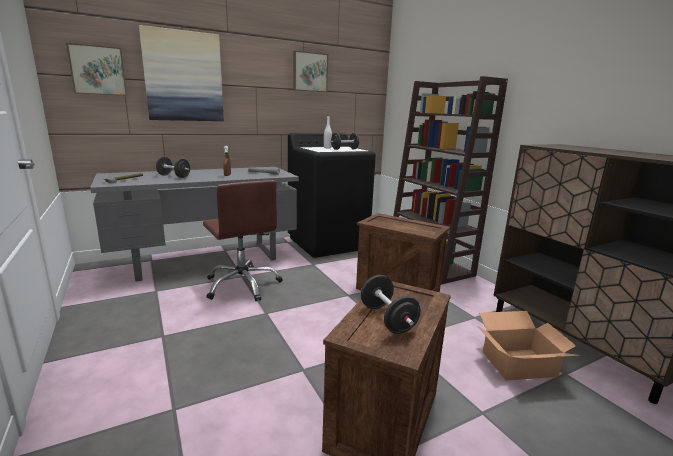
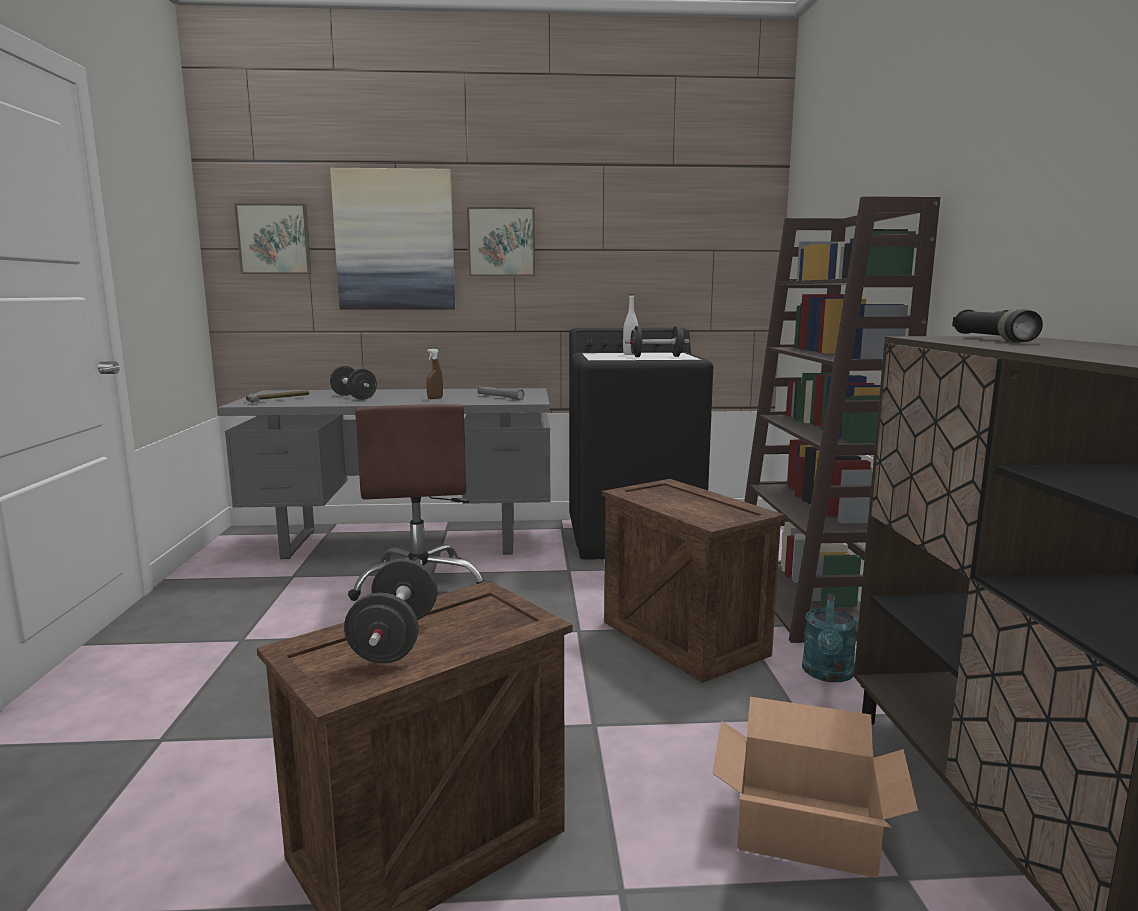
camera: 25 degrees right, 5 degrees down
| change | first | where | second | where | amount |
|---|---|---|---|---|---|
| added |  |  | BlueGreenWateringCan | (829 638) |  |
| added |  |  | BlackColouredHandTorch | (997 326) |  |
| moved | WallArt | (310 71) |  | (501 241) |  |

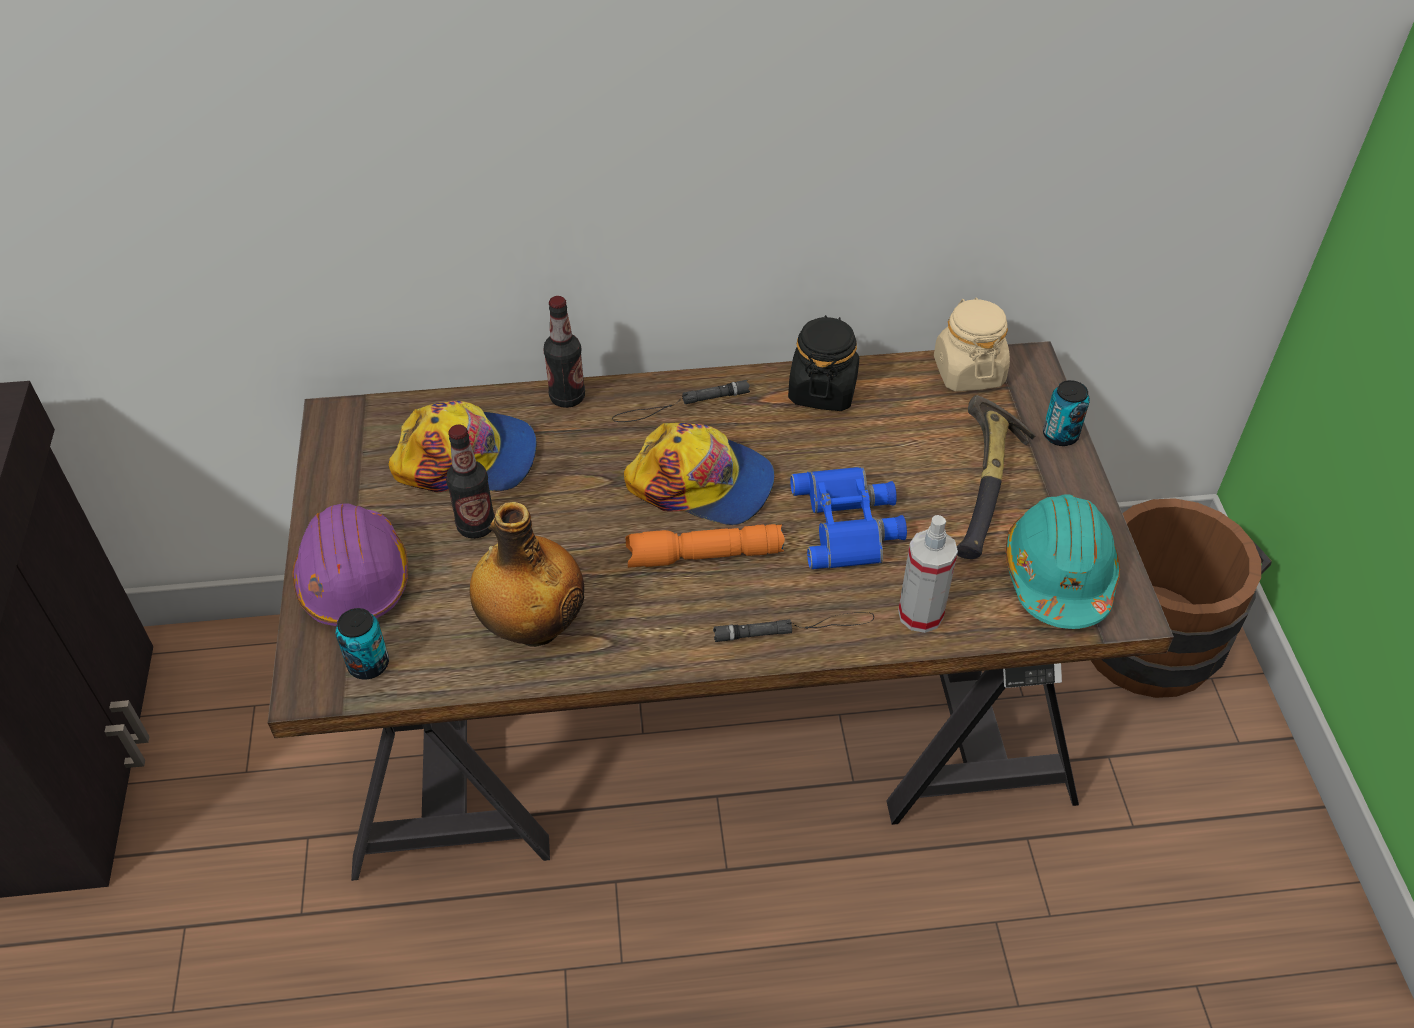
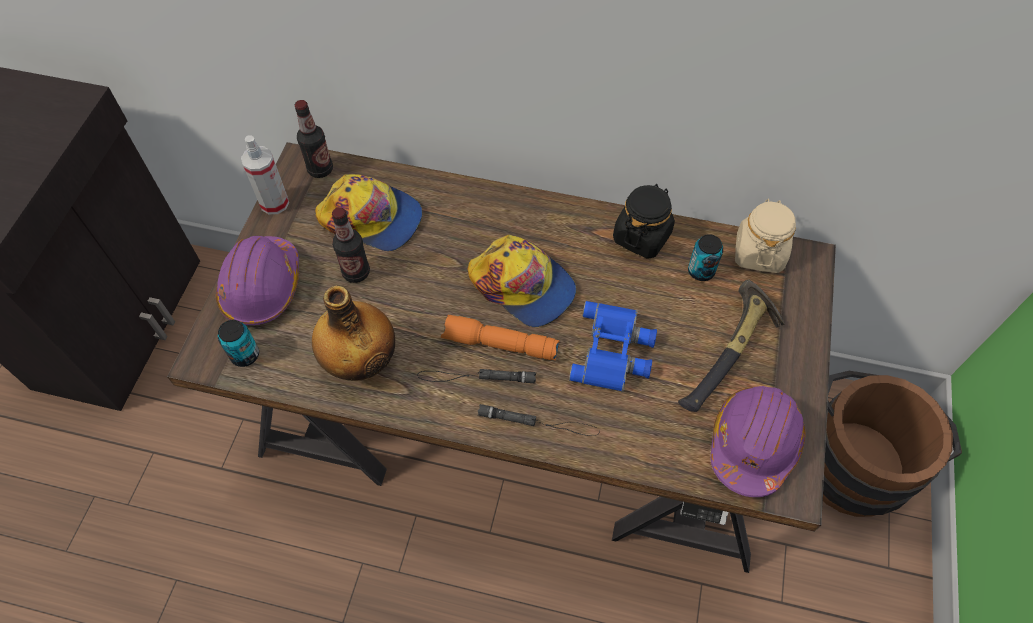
camera: 20 degrees right, 10 degrees up
| change | first | where | second | where | amount |
|---|---|---|---|---|---|
| moved | BeverageBottle | (564 352) |  | (314 139) |  |
| moved | BlackColouredHandTorch | (681 401) |  | (476 376) |  |
| moved | HandSprayer | (928 574) |  | (265 174) |  |
| moved | Can | (1066 413) |  | (705 257) |  |
| recoloured | BlueGreenHardHat | (1063 561) | PurpleHardHat | (758 441) |  |

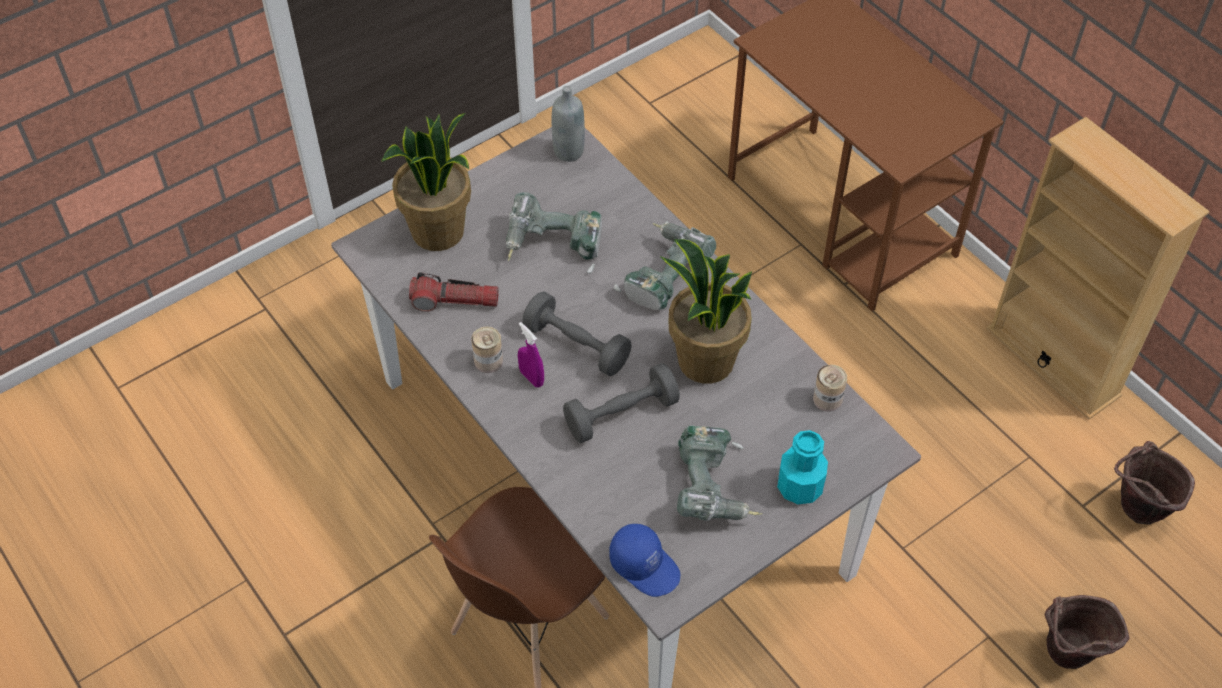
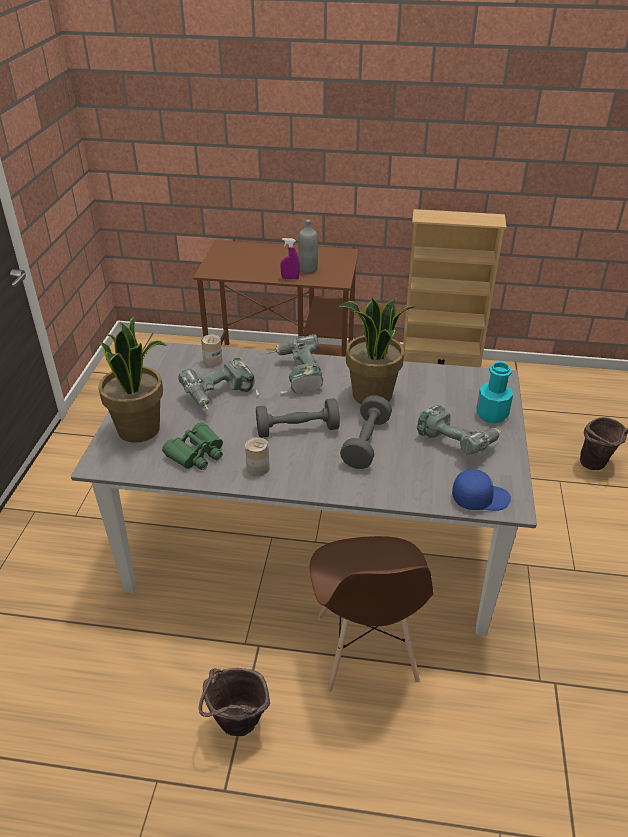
camera: 45 degrees left, 15 degrees down
| change | first | where | second | where | amount |
|---|---|---|---|---|---|
| moved | PurpleHandSprayer | (531 354) |  | (290 259) |  |
| moved | GreyBeverageBottle | (568 124) |  | (308 246) |  |
| moved | Can | (830 388) |  | (212 351) |  |
| moved | BrownBucket | (1154 482) |  | (234 702) |  |
| replaced | HandTorch | (454 292) | GreenPairOfBinoculars | (192 446) |  |

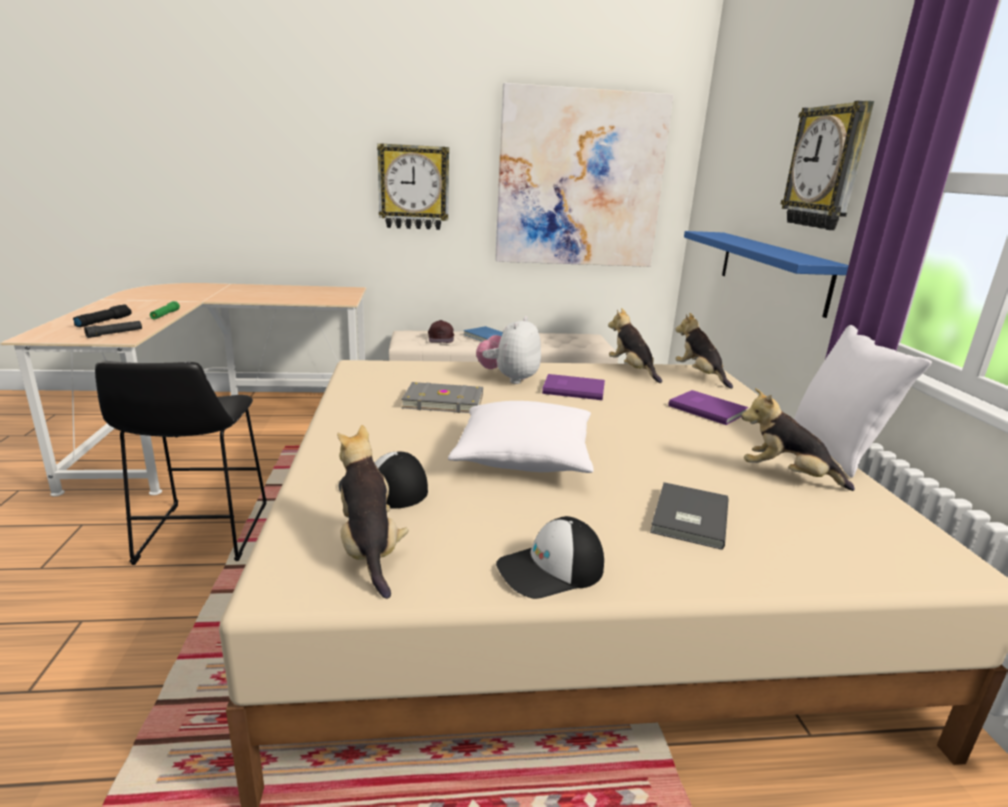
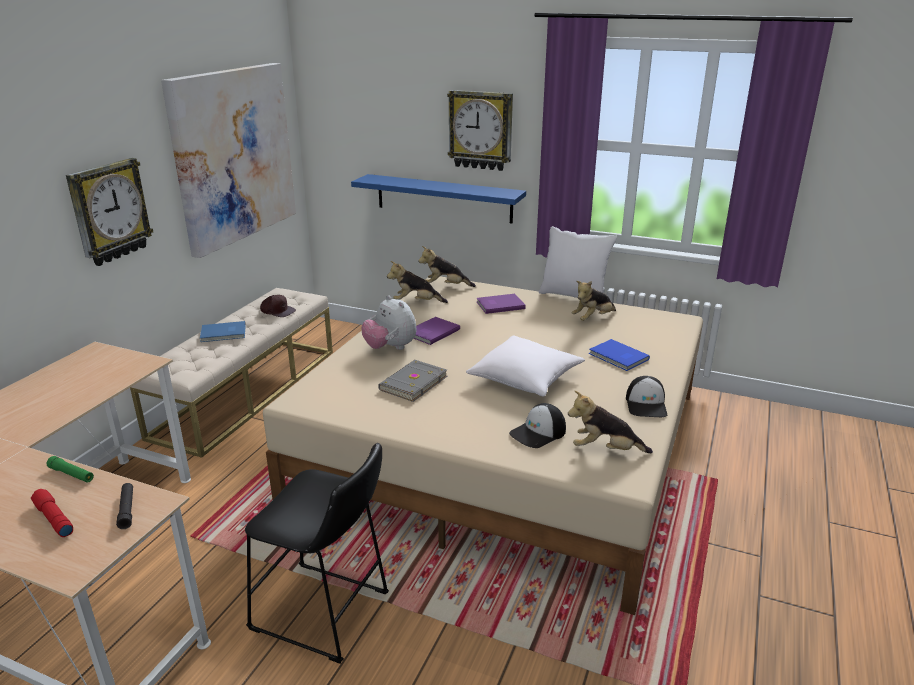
camera: 60 degrees left, 5 degrees up
| change | first | where | second | where | amount |
|---|---|---|---|---|---|
| moved | BrownBaseballCap | (441 331) |  | (278 306) |  |
| recoloured | BlackColouredHandTorch | (102 315) | ReddishHandTorch | (52 513) |  |
| recoloured | GreyBoundBook | (689 516) | BlueBoundBook | (619 355) |  |

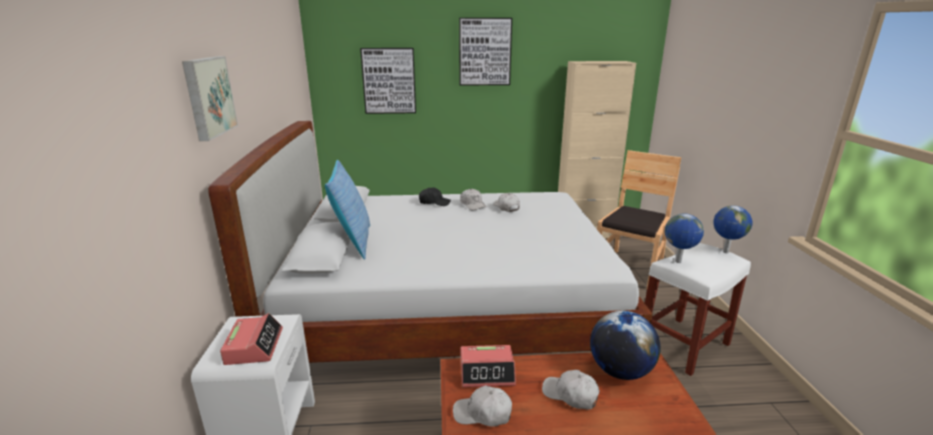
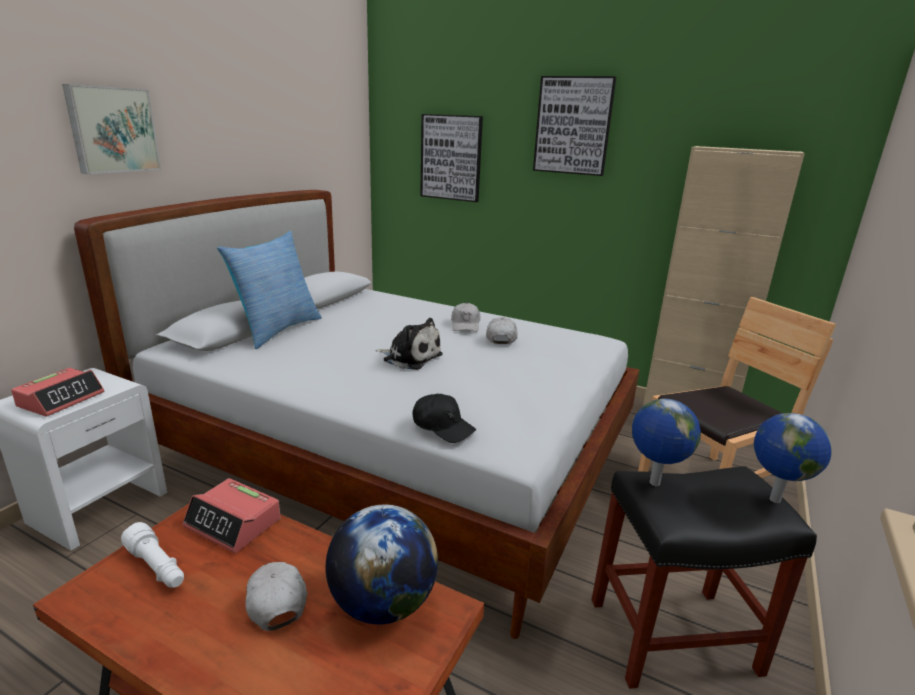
camera: 30 degrees right, 0 degrees up
| change | first | where | second | where | amount |
|---|---|---|---|---|---|
| added |  |  | CuddlyToy | (409 344) |  |
| moved | BlackColouredBaseballCap | (435 196) |  | (444 418) |  |
| replaced | WhiteBaseballCap | (482 406) | WhiteHandTorch | (152 555) |  |
| recoloured | WhiteSittingStool | (698 309) | BlackColouredSittingStool | (704 577) |  |

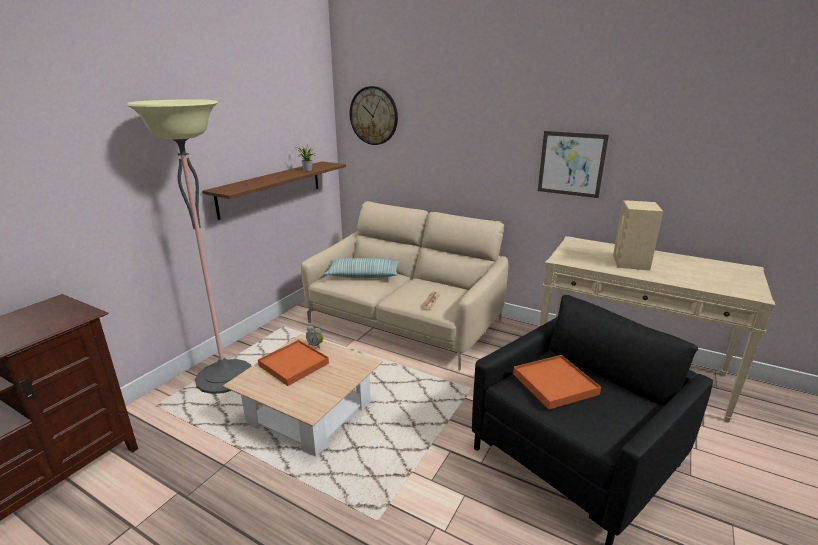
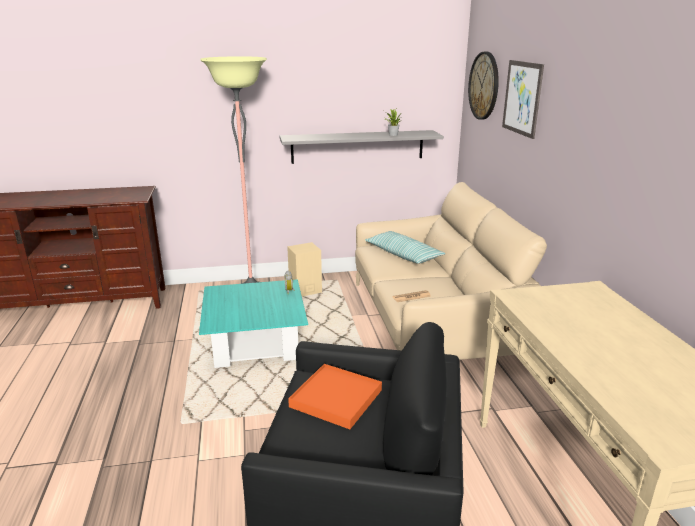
camera: 50 degrees right, 0 degrees up
| change | first | where | second | where | amount |
|---|---|---|---|---|---|
| removed | OrangeyServingTray | (293 363) |  |  |  |
| moved | WallArt | (573 164) |  | (523 99) |  |
| moved | SandColouredSpeaker | (638 235) |  | (304 269) |  |
| recoloured | BrownShelf | (274 190) | GreyShelf | (361 147) |  |
| recoloured | SandColouredCoffeeTable | (303 395) | BlueGreenCoffeeTable | (253 323) |  |

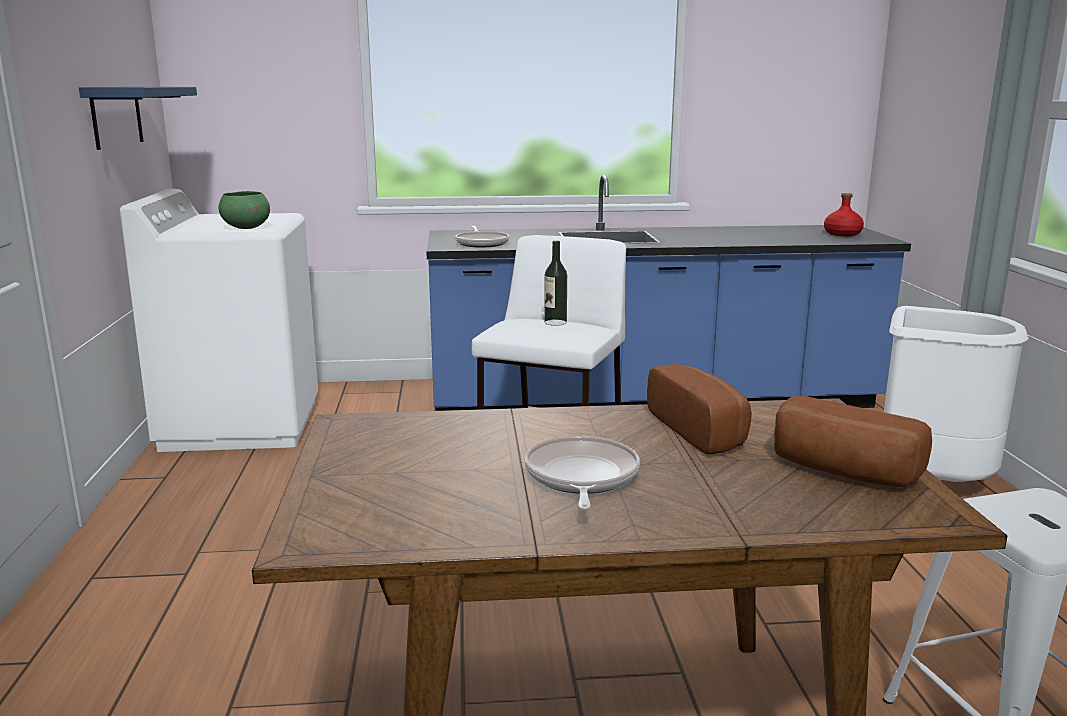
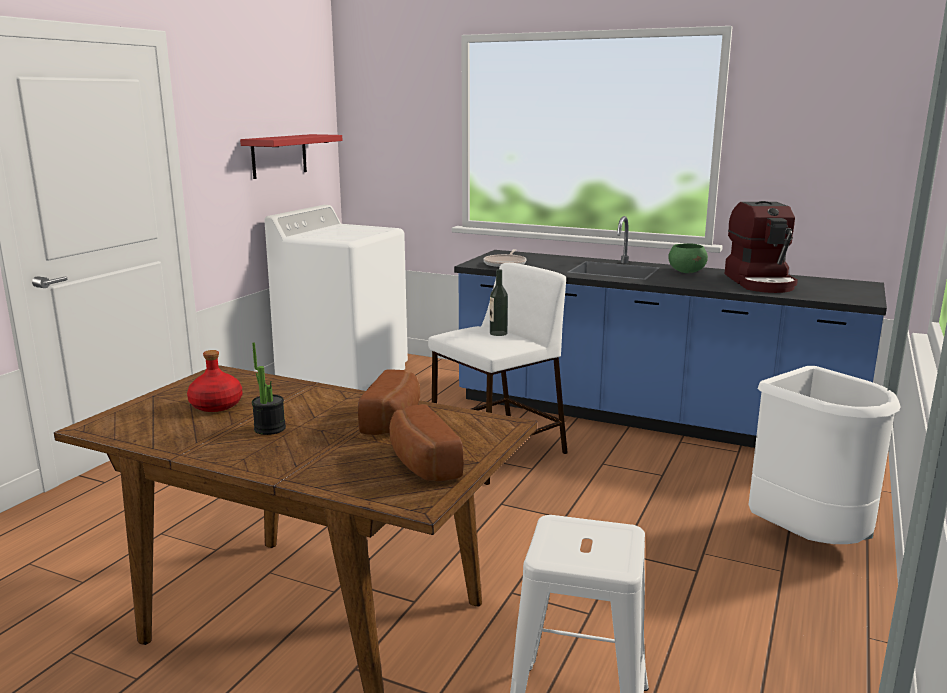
camera: 30 degrees right, 0 degrees up
| change | first | where | second | where | amount |
|---|---|---|---|---|---|
| added |  |  | CoffeeMaker | (761 247) |  |
| moved | GreenBowl | (244 210) |  | (688 258) |  |
| moved | ReddishBeverageBottle | (844 214) |  | (214 381) |  |
| replaced | FryingPan | (582 473) | Houseplant | (269 388) |  |
| recoloured | BlueShelf | (138 118) | ReddishShelf | (291 156) |  |

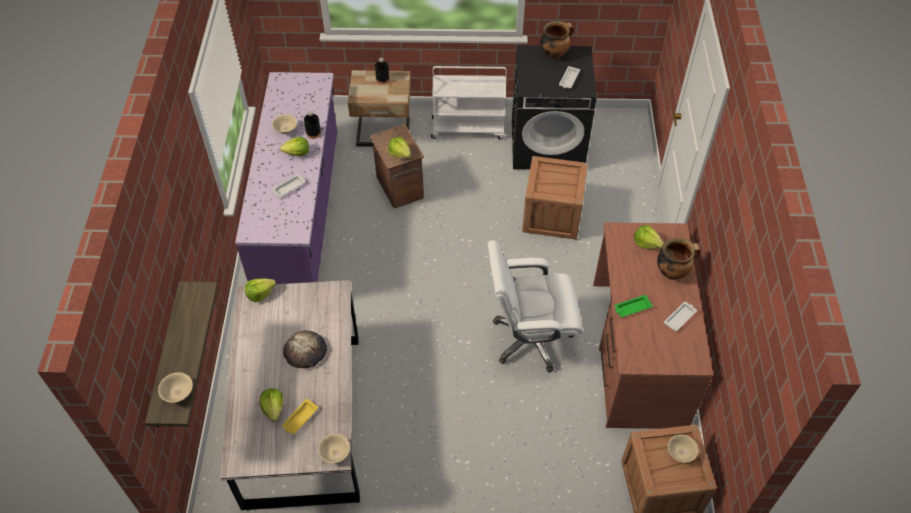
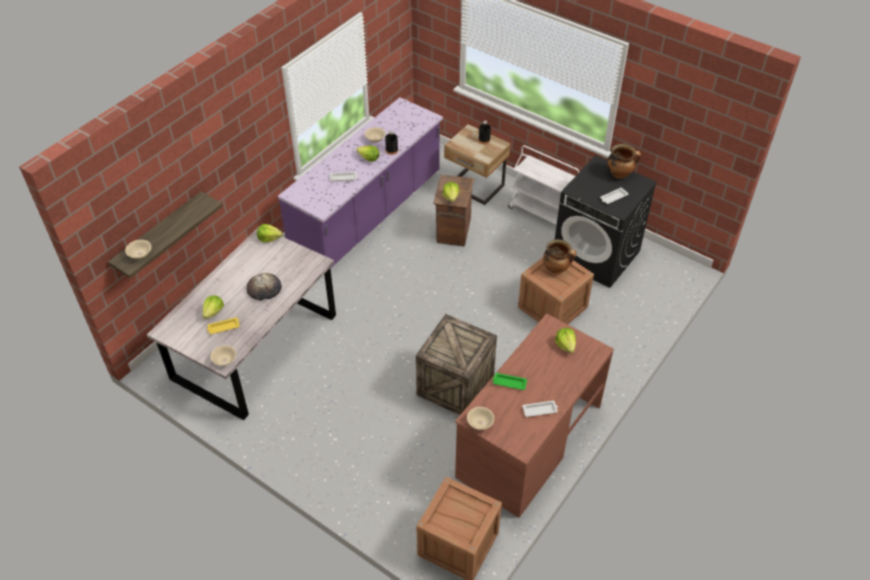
camera: 35 degrees right, 5 degrees down
| change | first | where | second | where | amount |
|---|---|---|---|---|---|
| moved | CookingPot | (678 259) |  | (559 256) |  |
| moved | SandColouredBowl | (683 448) |  | (480 418) |  |
| replaced | WhiteDeskChair | (535 306) | ShippingCrate | (456 364) |  |

